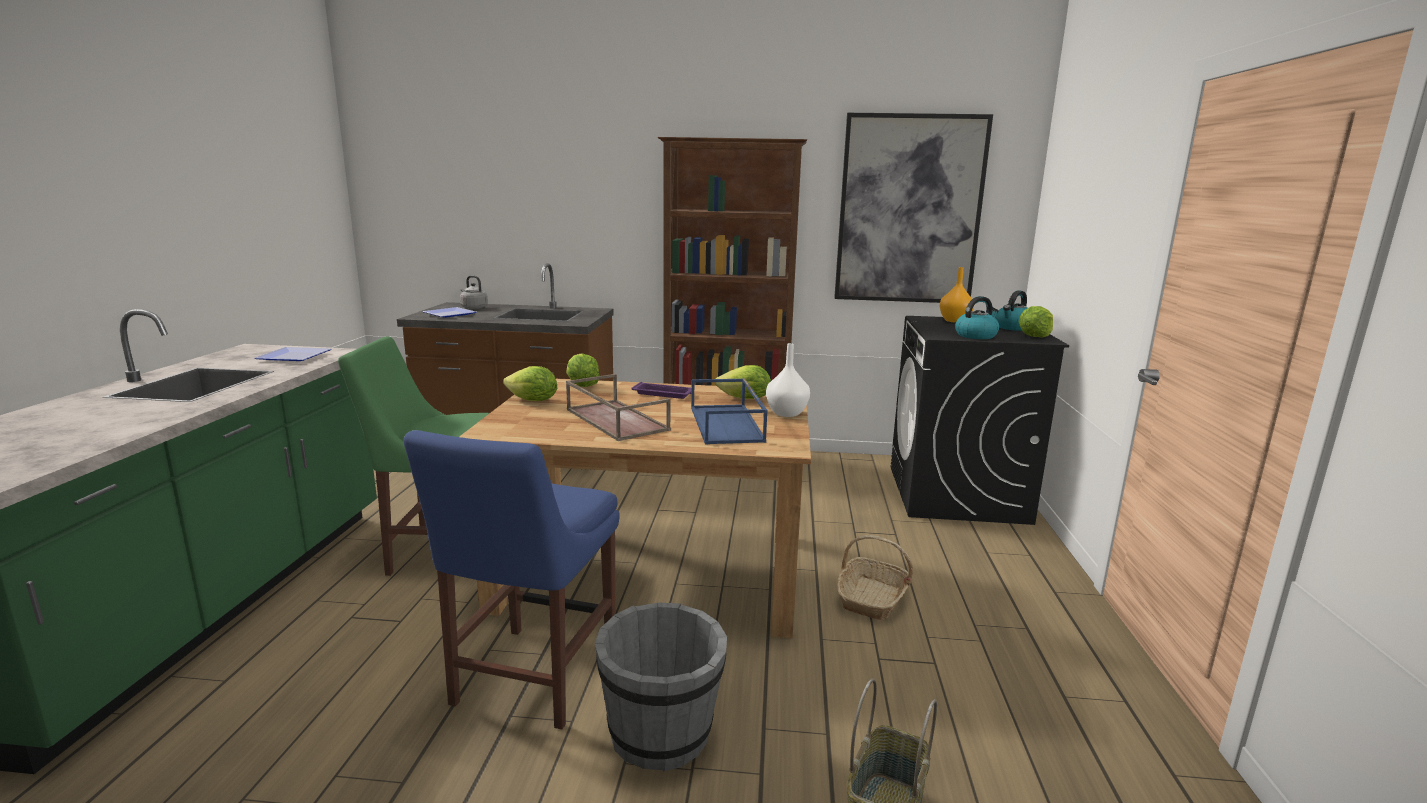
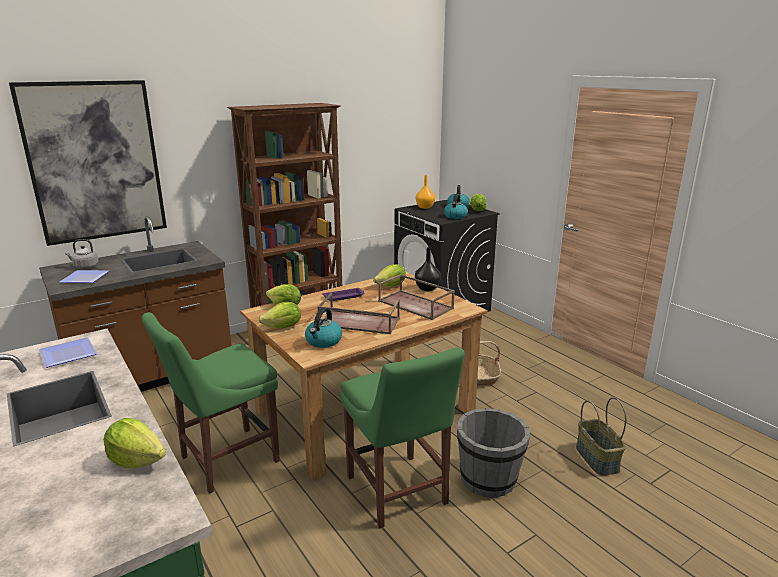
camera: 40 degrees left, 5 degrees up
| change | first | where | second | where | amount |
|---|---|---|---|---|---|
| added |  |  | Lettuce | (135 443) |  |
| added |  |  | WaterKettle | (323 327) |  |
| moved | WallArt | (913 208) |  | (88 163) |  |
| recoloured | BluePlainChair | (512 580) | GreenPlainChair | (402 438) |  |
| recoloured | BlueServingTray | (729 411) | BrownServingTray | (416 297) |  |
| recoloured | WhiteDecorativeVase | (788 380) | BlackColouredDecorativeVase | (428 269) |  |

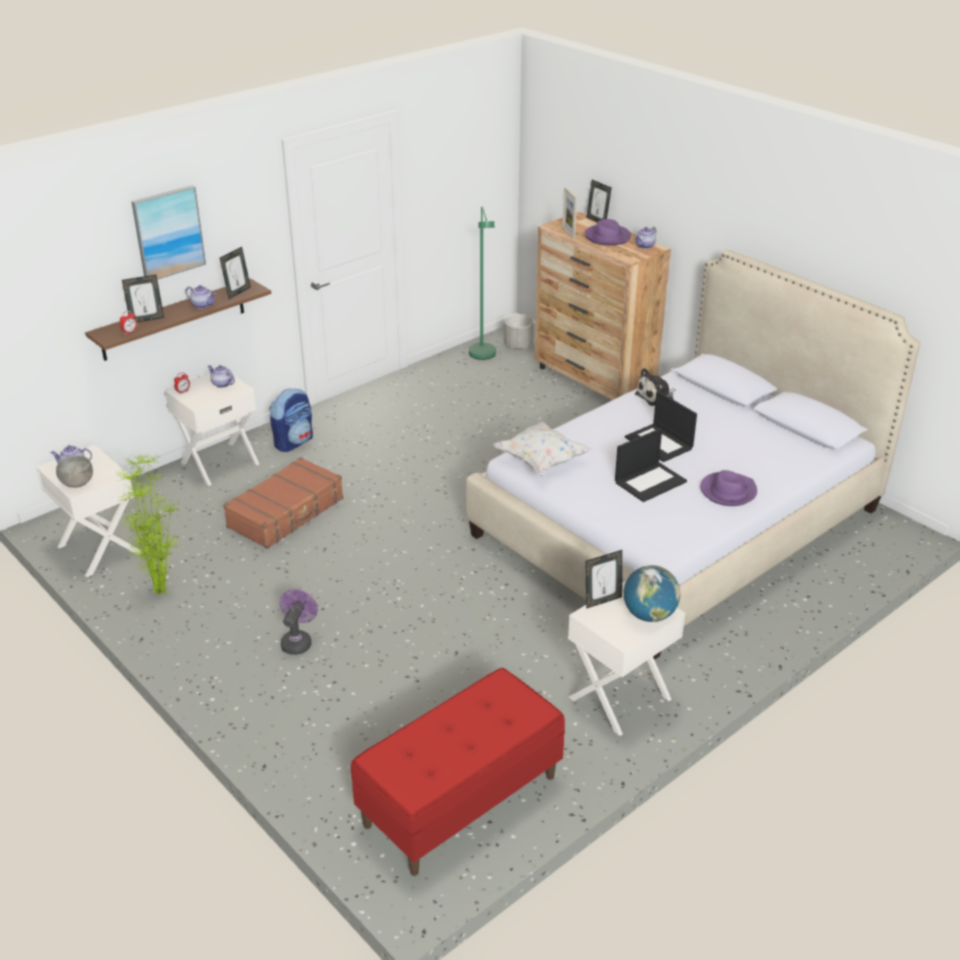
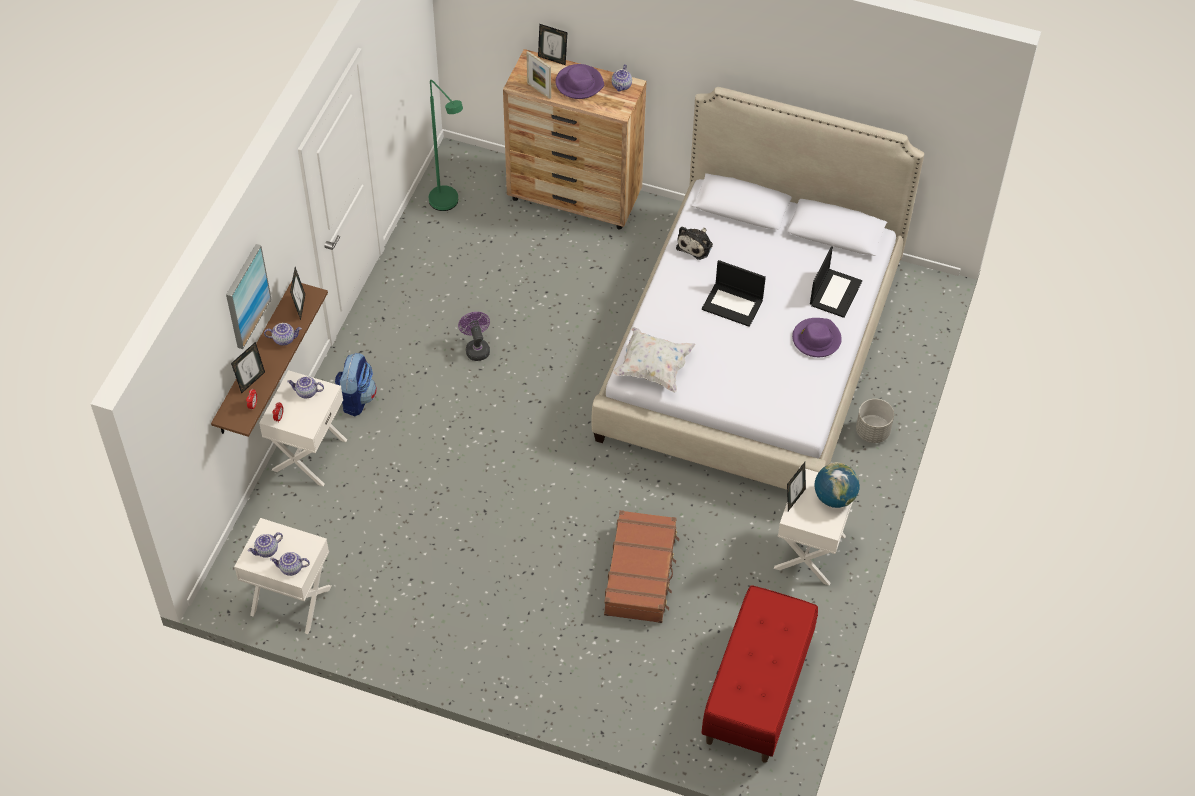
camera: 30 degrees left, 20 degrees up
| change | first | where | second | where | amount |
|---|---|---|---|---|---|
| removed | Houseplant | (149 524) |  |  |  |
| moved | BrownSuitcase | (283 503) |  | (642 566) |  |
| moved | PurpleElectricFan | (298 622) |  | (474 336) |  |
| moved | GreyPlanter | (519 331) |  | (875 421) |  |
| moved | Laptop | (651 465) |  | (836 282) |  |
| replaced | GreyBowl | (74 471) | Teapot | (290 564) |  |

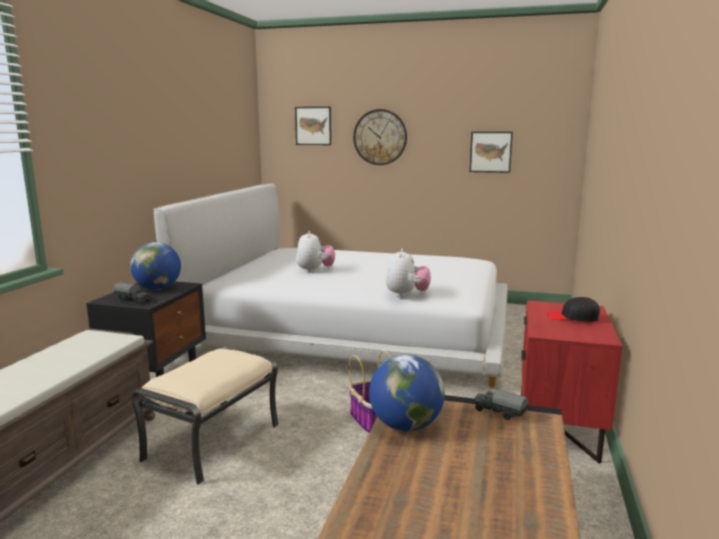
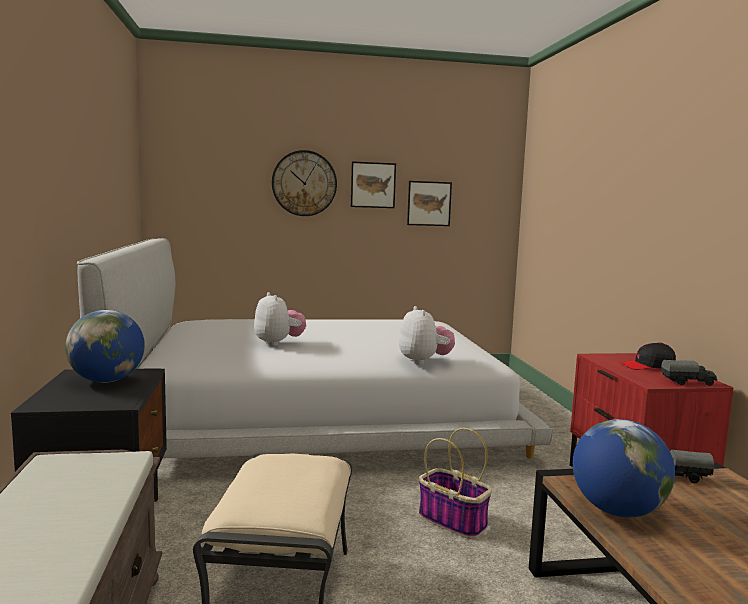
camera: 25 degrees left, 5 degrees down
| change | first | where | second | where | amount |
|---|---|---|---|---|---|
| moved | ToyTruck | (132 293) |  | (689 373) |  |
| moved | WallArt | (313 126) |  | (373 184) |  |

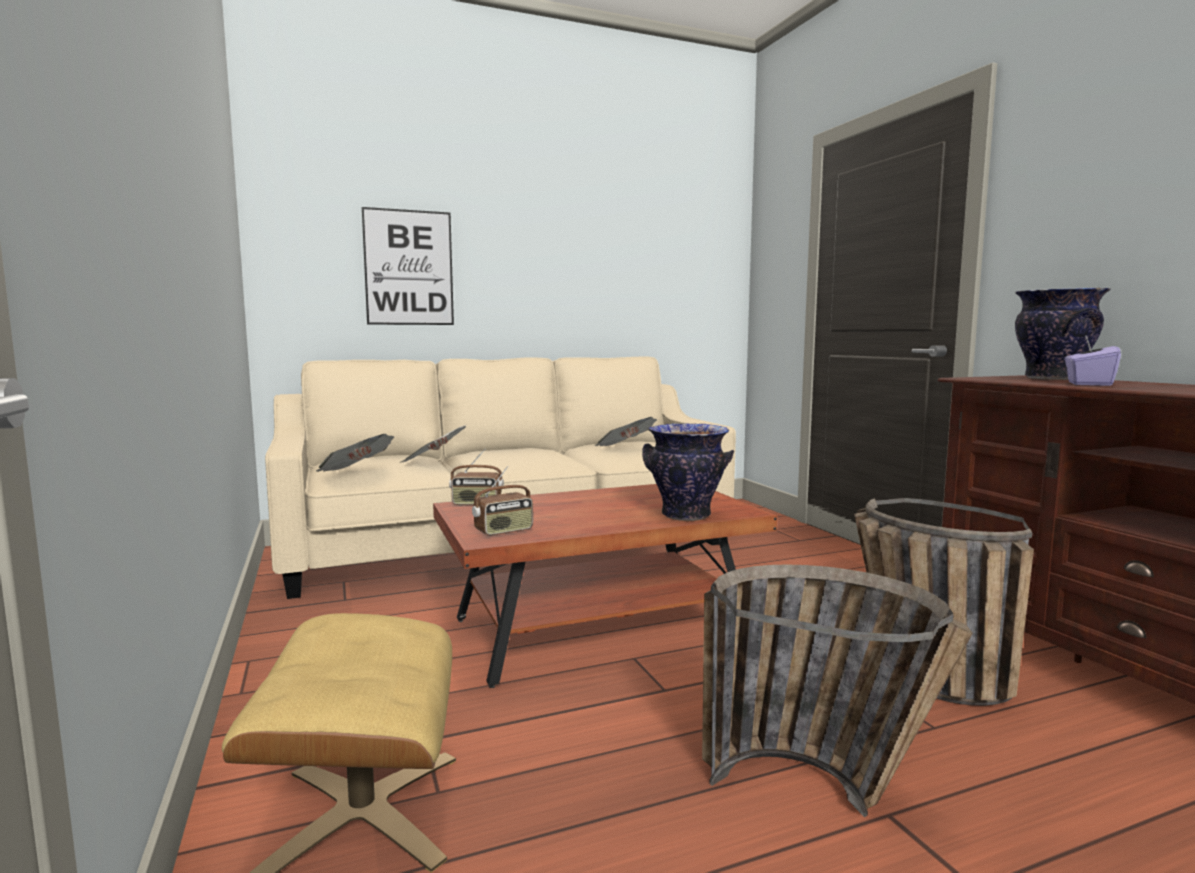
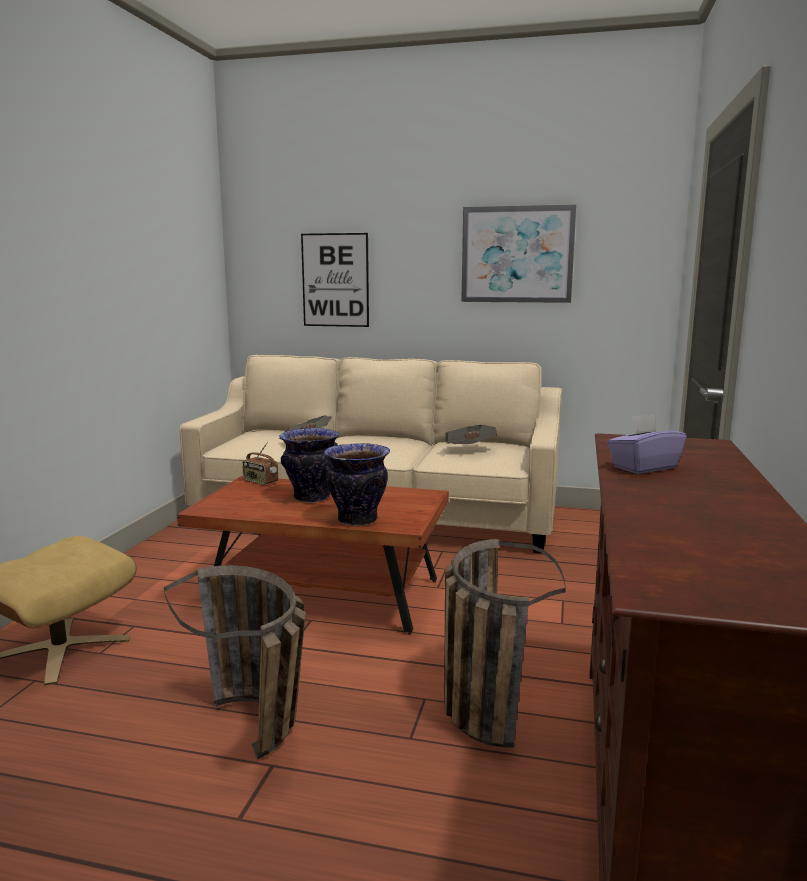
camera: 35 degrees right, 5 degrees up
| change | first | where | second | where | amount |
|---|---|---|---|---|---|
| removed | Newspaper | (355 453) |  |  |  |
| removed | RadioReceiver | (502 501) |  |  |  |
| added |  |  | WallArt | (518 254) |  |
| moved | DecorativeVase | (1063 334) |  | (309 465) |  |

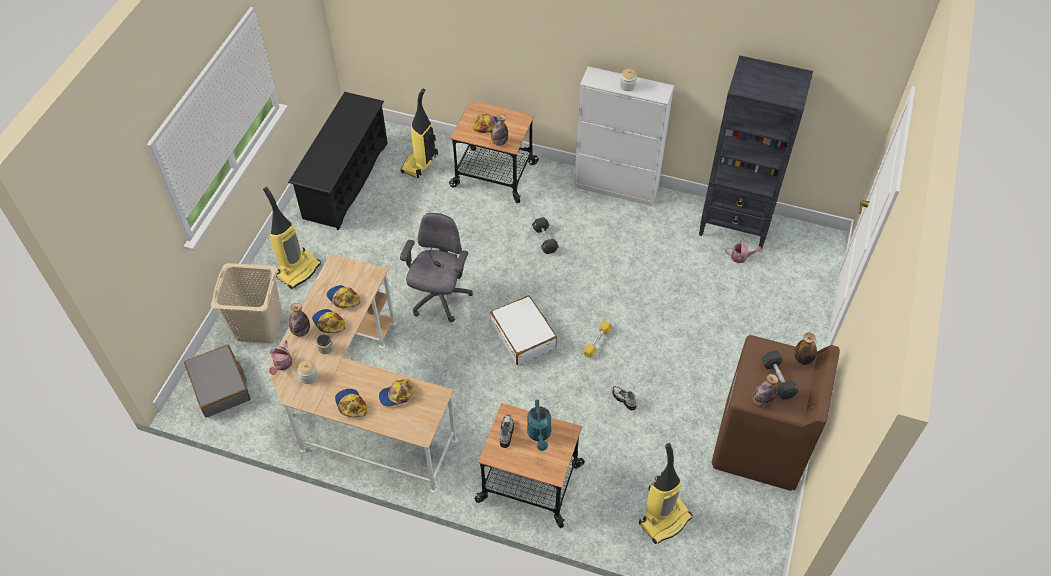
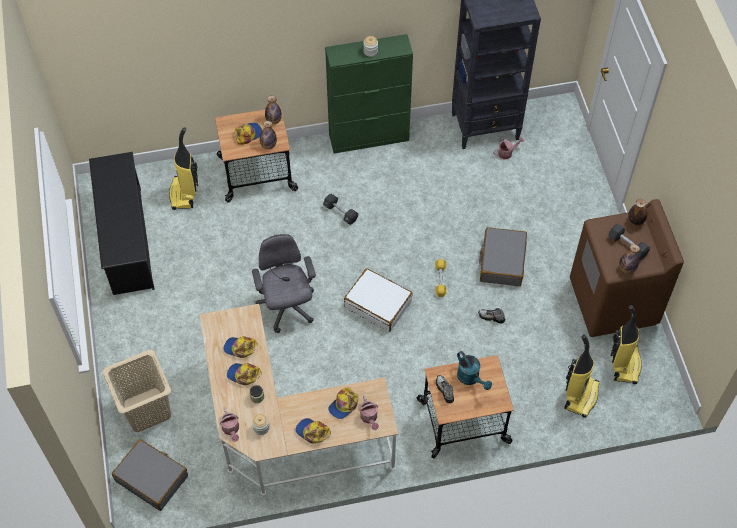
camera: 30 degrees left, 5 degrees up
| change | first | where | second | where | amount |
|---|---|---|---|---|---|
| added |  |  | WateringCan | (369 412) |  |
| added |  |  | GreySuitcase | (503 256) |  |
| moved | Vacuum | (292 238) |  | (626 344) |  |
| moved | BeverageBottle | (299 320) |  | (273 110) |  |
| recoloured | WhiteCupboard | (624 136) | GreenCupboard | (369 94) |  |

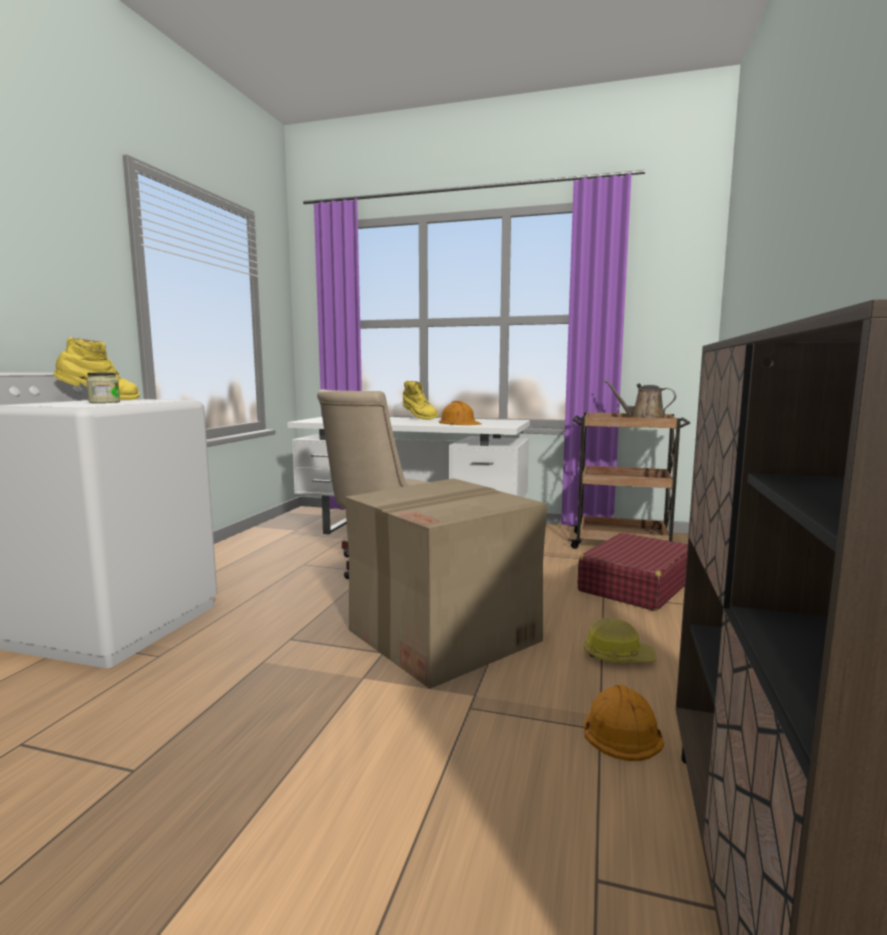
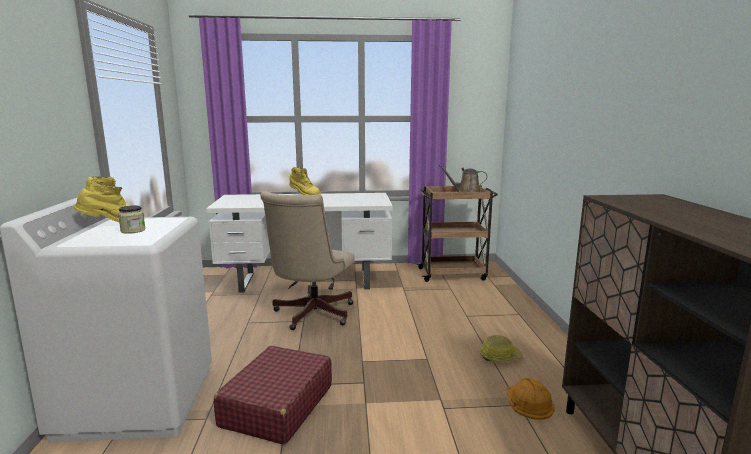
camera: 20 degrees left, 5 degrees up
| change | first | where | second | where | amount |
|---|---|---|---|---|---|
| removed | CardboardBox | (446 583) |  |  |  |
| removed | OrangeyHardHat | (460 413) |  |  |  |
| moved | ReddishSuitcase | (633 572) |  | (273 395) |  |

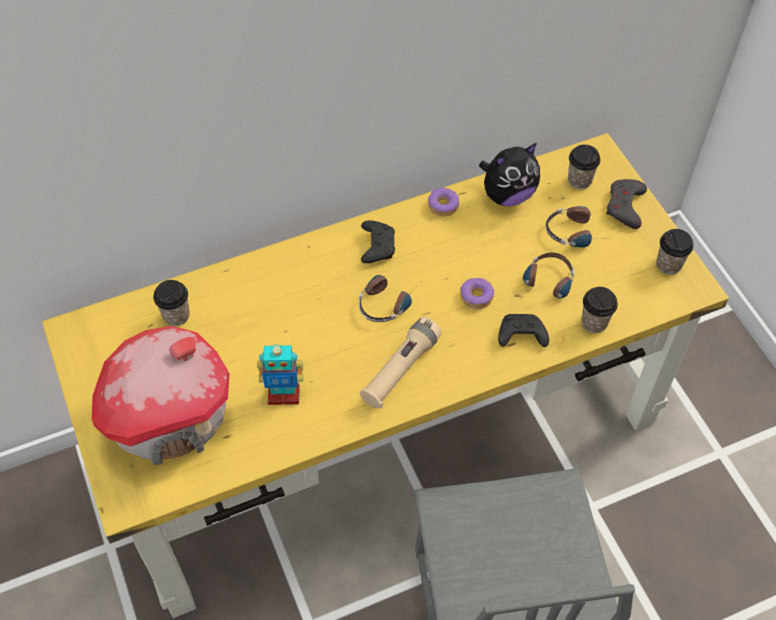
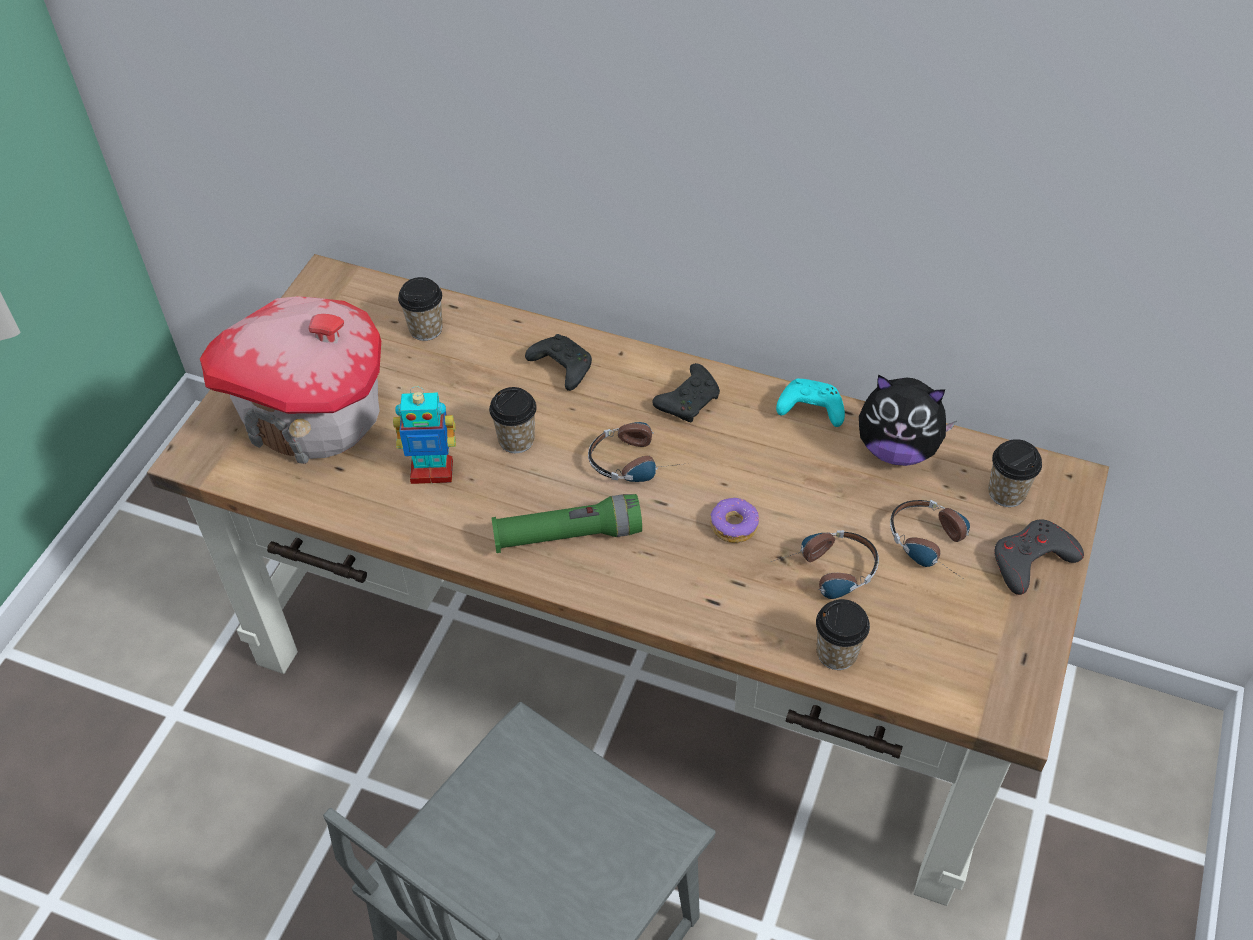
camera: 45 degrees right, 5 degrees down
| change | first | where | second | where | amount |
|---|---|---|---|---|---|
| moved | BlackColouredJoypad | (523 330) |  | (558 362) |  |
| moved | DrinkingCup | (675 252) |  | (513 420) |  |
| replaced | RingDoughnut | (443 202) | BlueGreenJoypad | (810 402) |  |
| recoloured | YellowishDesk | (385 375) | BrownDesk | (628 580) |  |
| recoloured | SandColouredHandTorch | (400 363) | GreenHandTorch | (566 523) |  |
| turned | ToyRobot | (280 374) |  | (424 435) | 45 degrees counterclockwise |

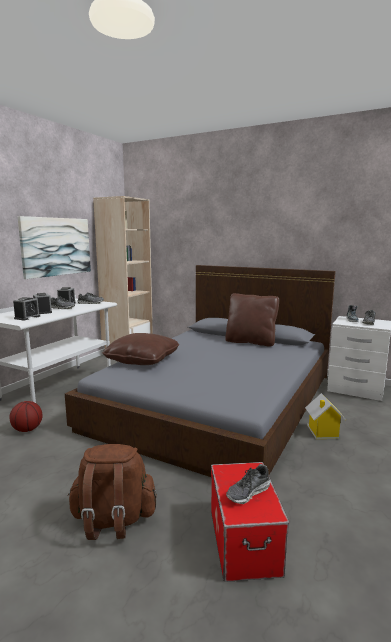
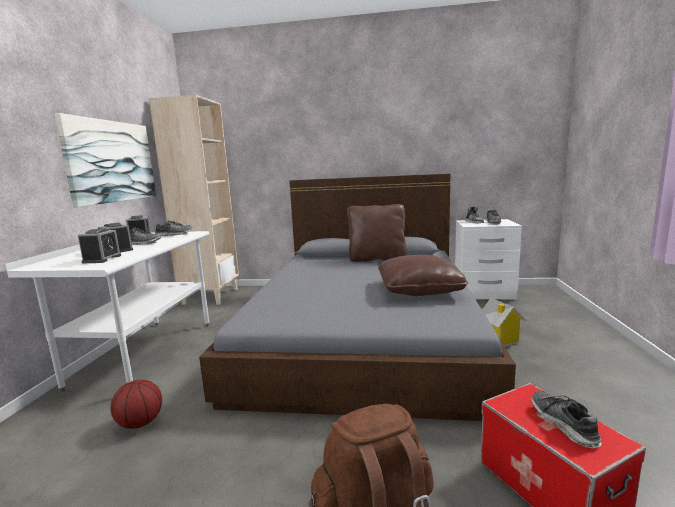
camera: 20 degrees left, 0 degrees up
| change | first | where | second | where | amount |
|---|---|---|---|---|---|
| moved | BrownThrowPillow | (140 349) |  | (423 275) |  |
| turned | ItemOfFootwear | (248 484) |  | (566 419) | 135 degrees clockwise |

